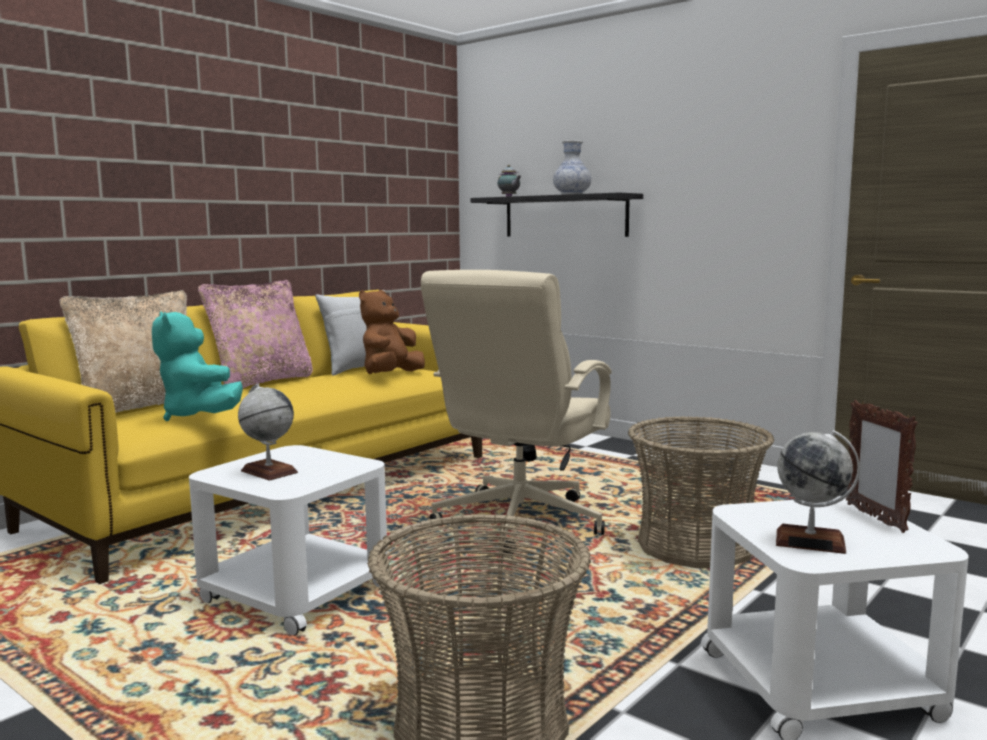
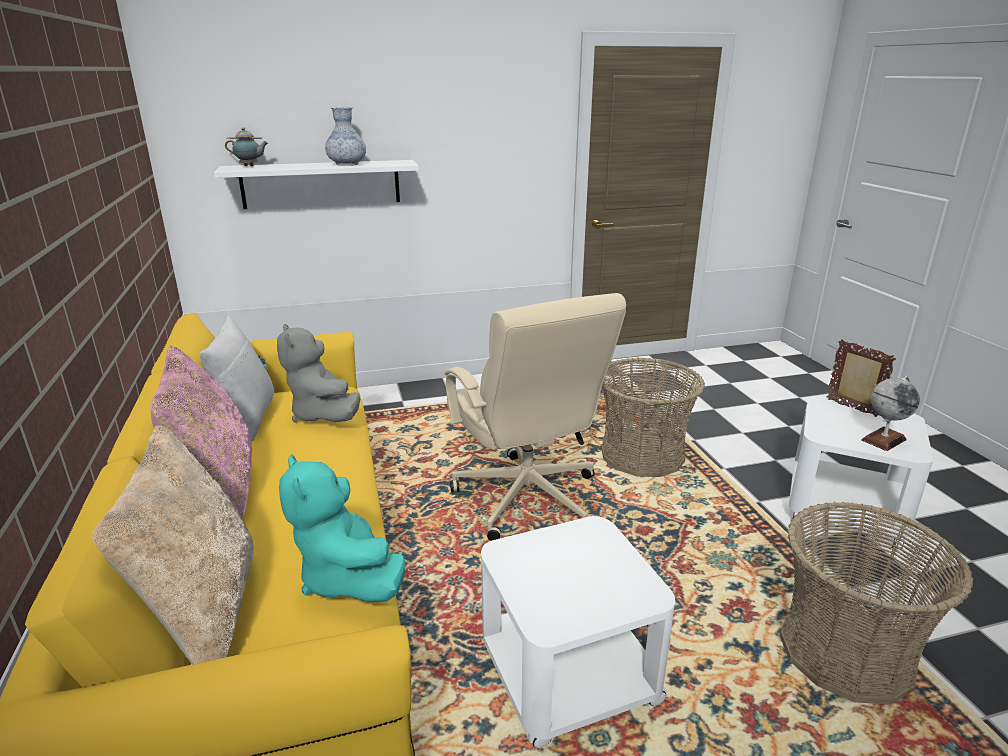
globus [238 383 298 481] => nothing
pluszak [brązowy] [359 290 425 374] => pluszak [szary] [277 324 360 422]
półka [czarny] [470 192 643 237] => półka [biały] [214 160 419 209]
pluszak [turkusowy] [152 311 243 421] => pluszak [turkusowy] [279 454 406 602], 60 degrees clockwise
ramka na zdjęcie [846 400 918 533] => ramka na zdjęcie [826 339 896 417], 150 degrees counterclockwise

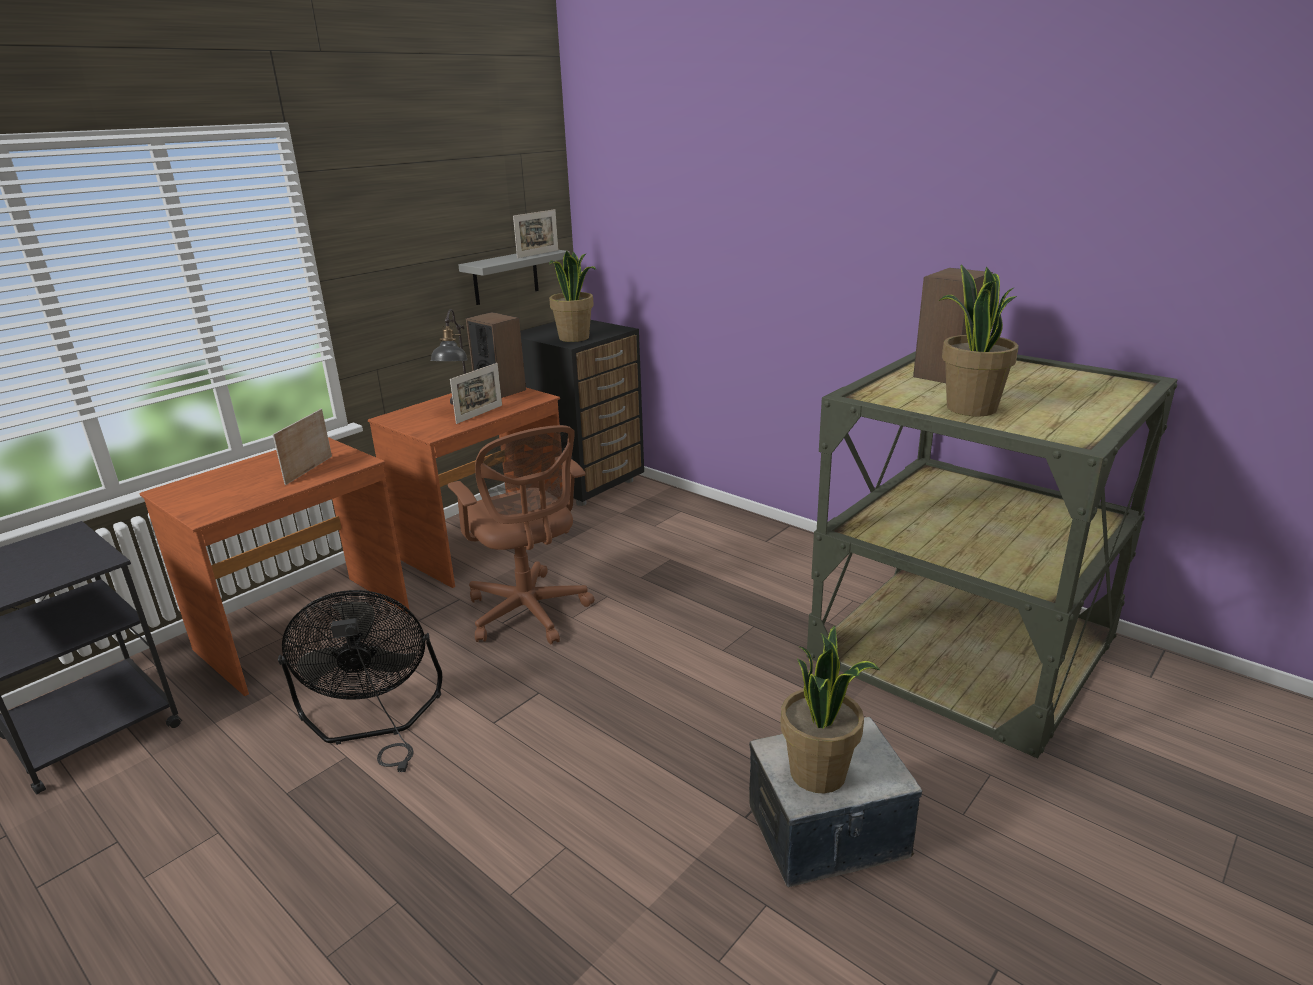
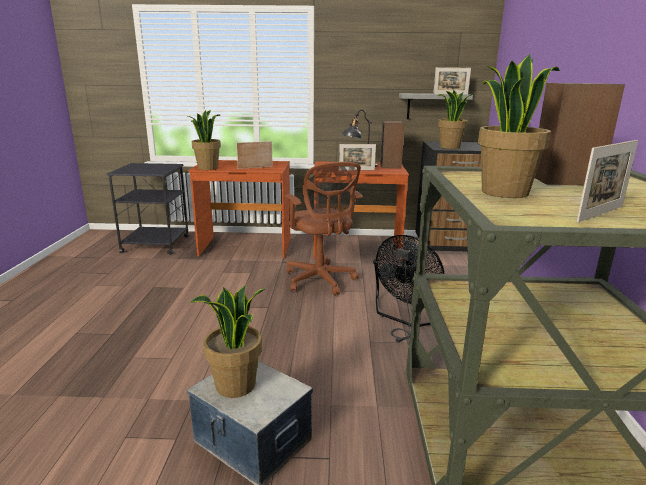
nothing => roślina doniczkowa [188 110 221 170]
nothing => ramka na zdjęcie [576 140 638 223]
wentylator [czarny] [278 590 442 772] => wentylator [czarny] [373 235 444 343], move
krzesło biurowe [brązowy] [448 425 595 645] => krzesło biurowe [brązowy] [285 162 363 296], 45 degrees counterclockwise

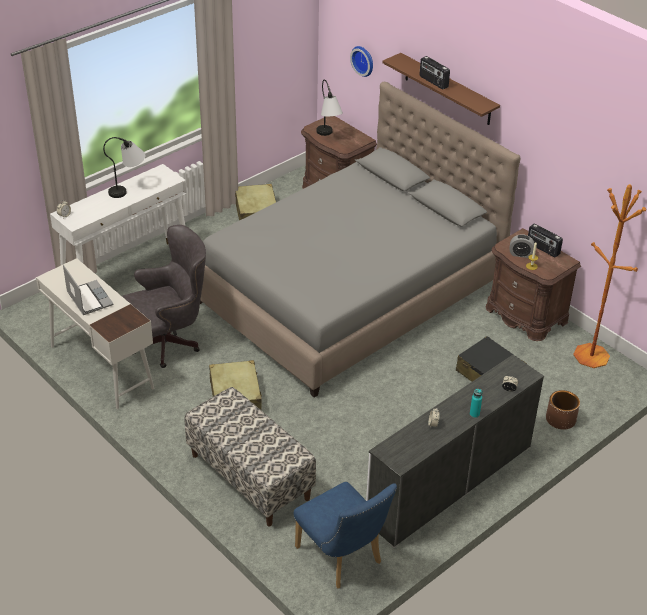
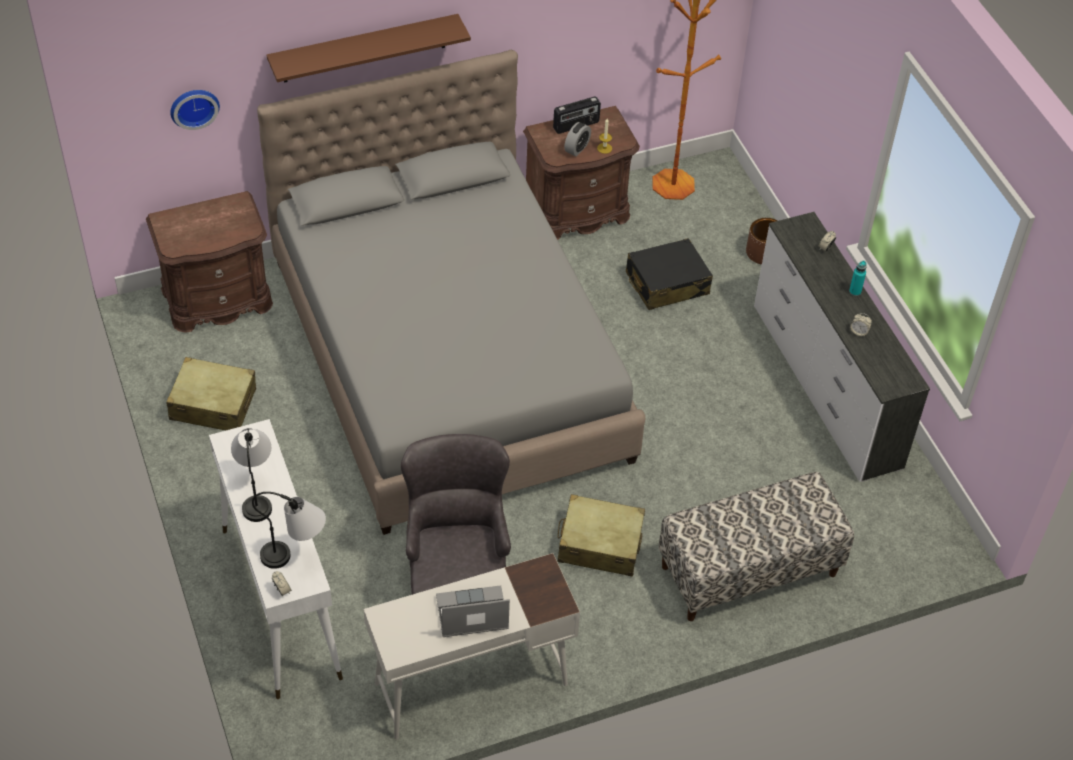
krzesło [niebieski] [294 482 397 589] => nothing
radio [419 56 450 90] => nothing
lampa stołowa [317 80 343 136] => lampa stołowa [252 492 326 569], move

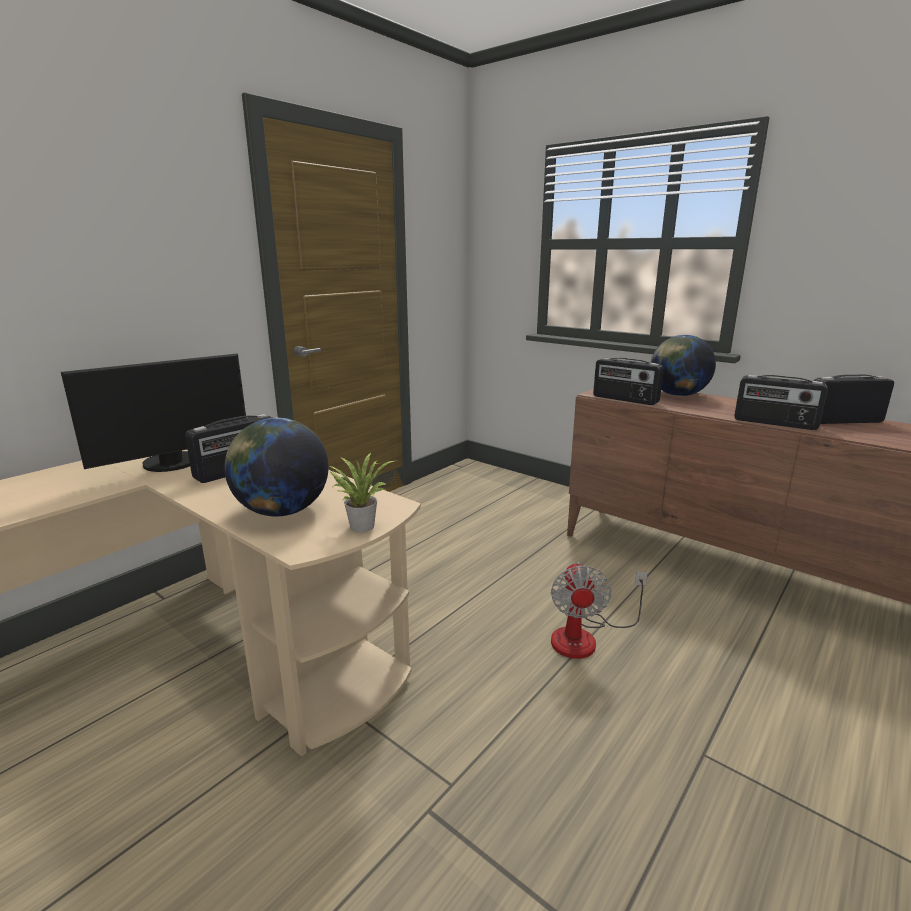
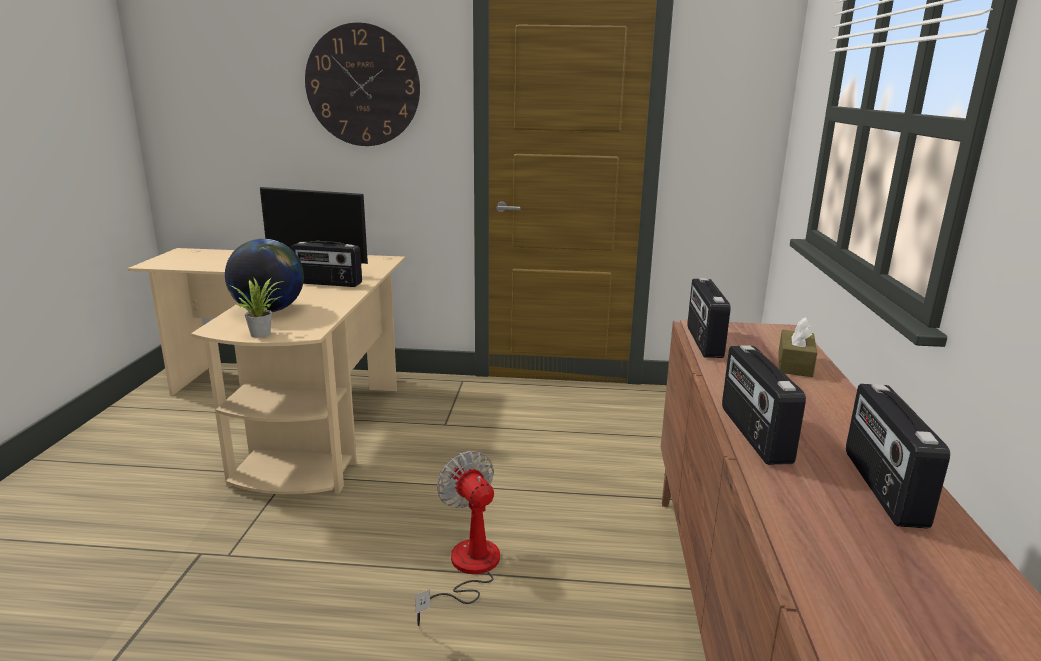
nothing => zegar ścienny [305 22 420 146]
globus [650 335 716 396] => pudełko chusteczek [brązowy] [778 317 817 377]
wentylator [551 562 648 659] => wentylator [415 451 500 626], 90 degrees clockwise
radio [813 375 894 424] => radio [846 384 950 529], 135 degrees counterclockwise

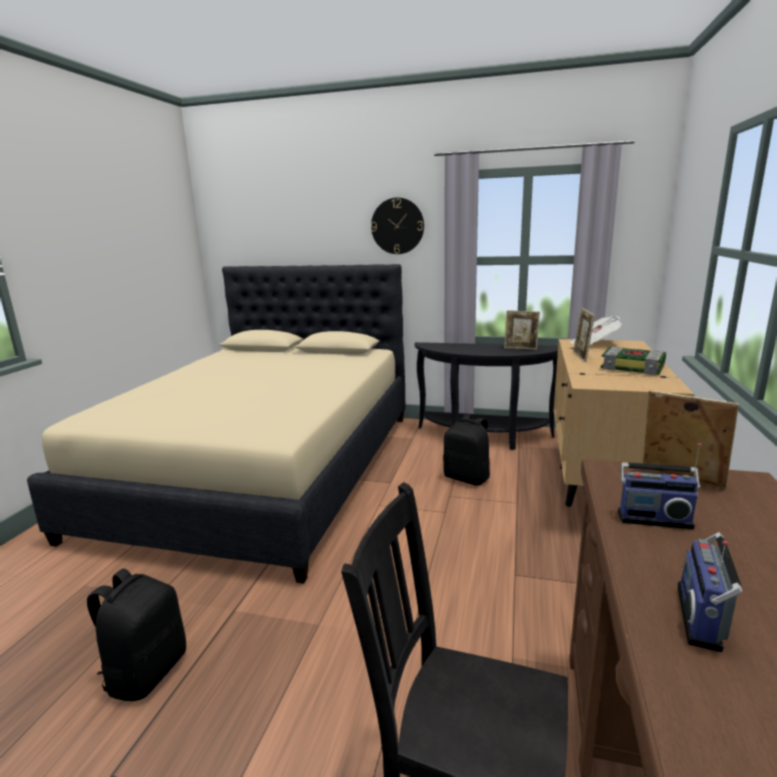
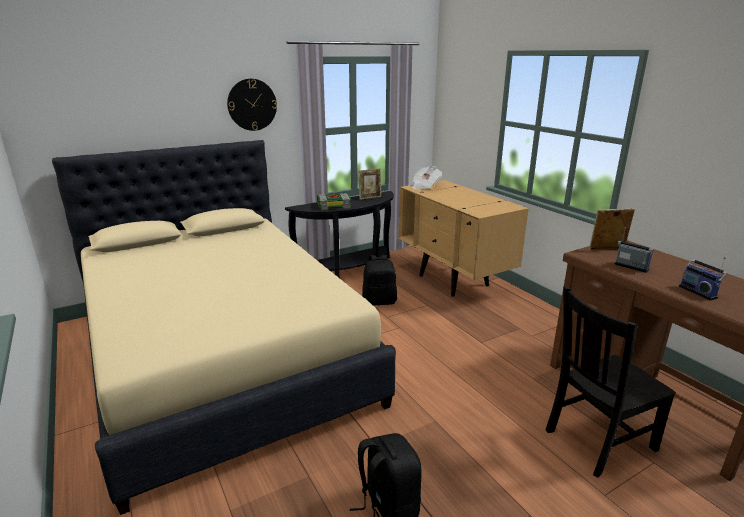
ramka na zdjęcie [573 308 595 362] => nothing
książka [601 346 666 375] => książka [317 193 351 210], move
radio [618 443 701 529] => radio [615 227 654 273], 105 degrees counterclockwise

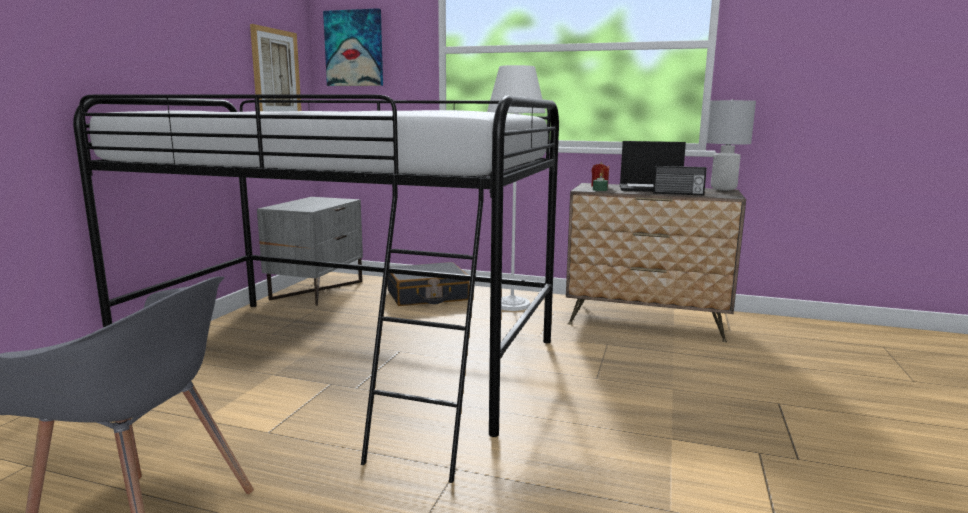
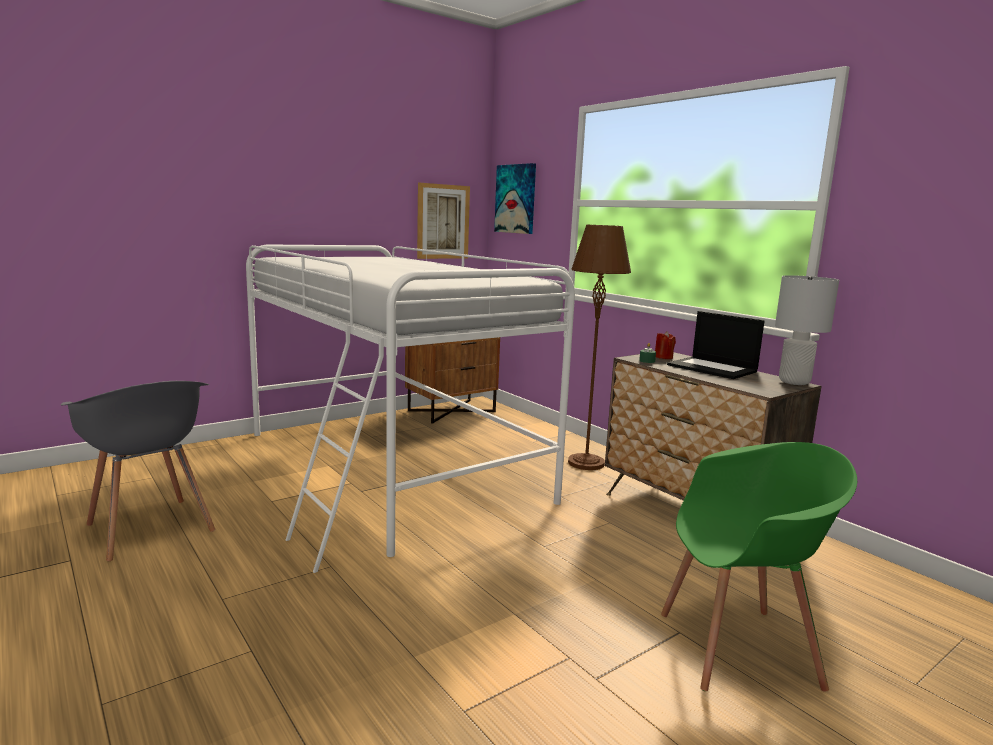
walizka [czarny] [387 262 470 306] => nothing
radio [653 166 707 195] => nothing
nothing => krzesło [zielony] [661 442 857 692]
łóżko [czarny] [73 94 559 483] => łóżko [biały] [246 245 575 573]
szafka nocna [szary] [257 197 363 306] => szafka nocna [brązowy] [405 337 500 424]
lampa stojąca [biały] [487 65 545 311] => lampa stojąca [brązowy] [568 225 631 470]

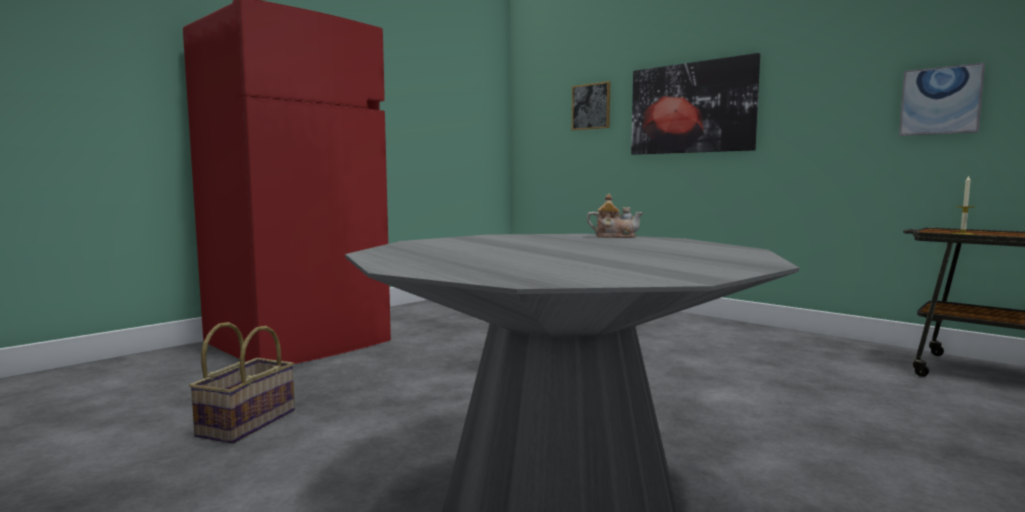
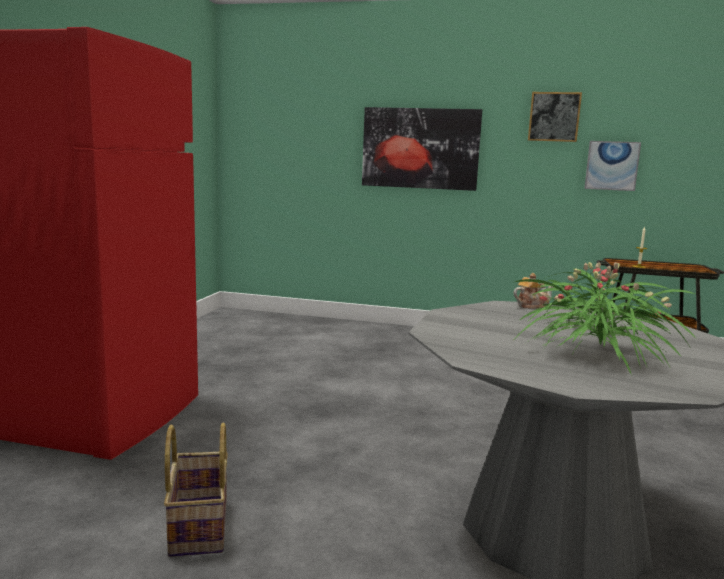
nothing => roślina doniczkowa [515 262 696 374]
obraz [572 81 610 131] => obraz [528 92 582 142], move

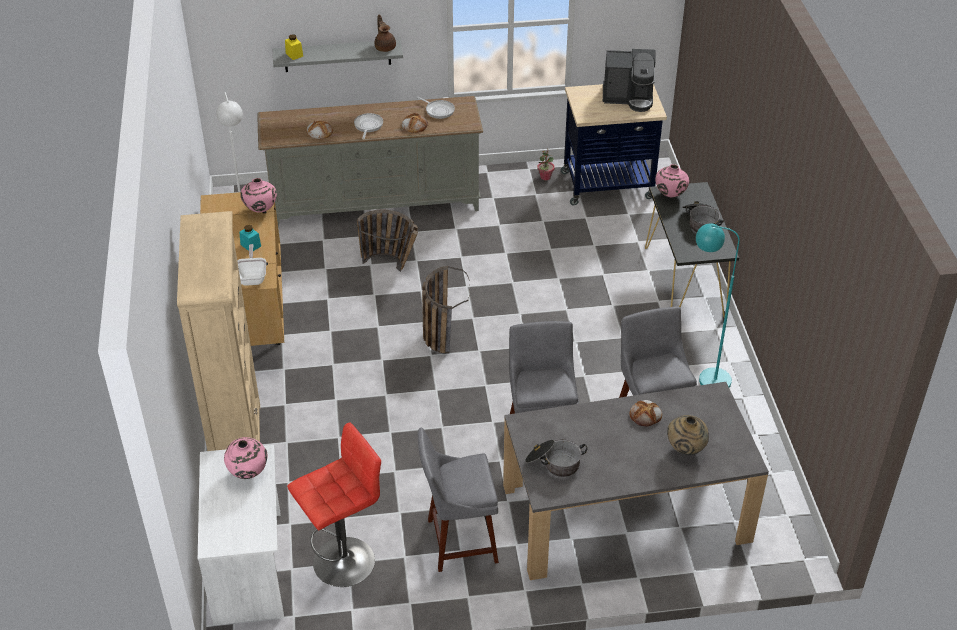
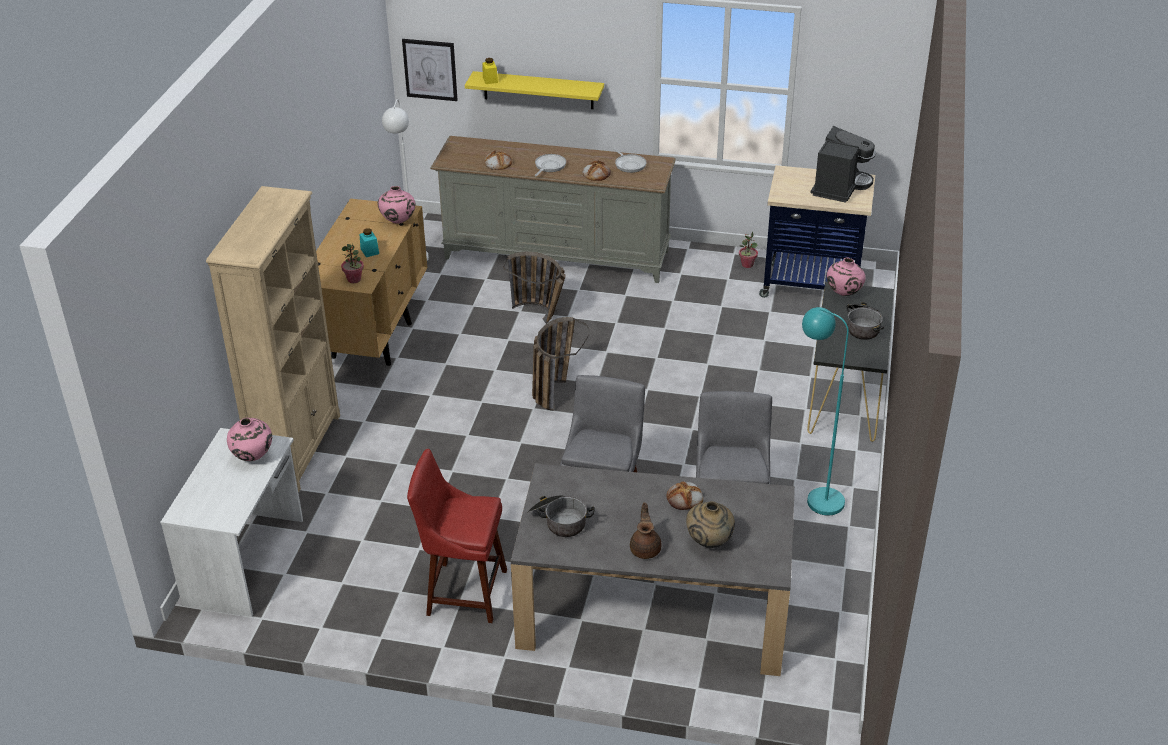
stołek [czerwony] [287 422 381 587] => nothing
nothing => obraz [402 39 458 101]
imbryk [brązowy] [375 14 396 52] => imbryk [brązowy] [630 503 661 559], move
patelnia [237 244 266 286] => roślina doniczkowa [341 243 364 283]
półka [szary] [273 40 403 72] => półka [żółty] [465 71 604 109]
krzesło [szary] [418 428 499 572] => krzesło [czerwony] [407 449 507 623]
ekspres do kawy [603 49 655 112] => ekspres do kawy [810 126 876 203], 90 degrees counterclockwise

